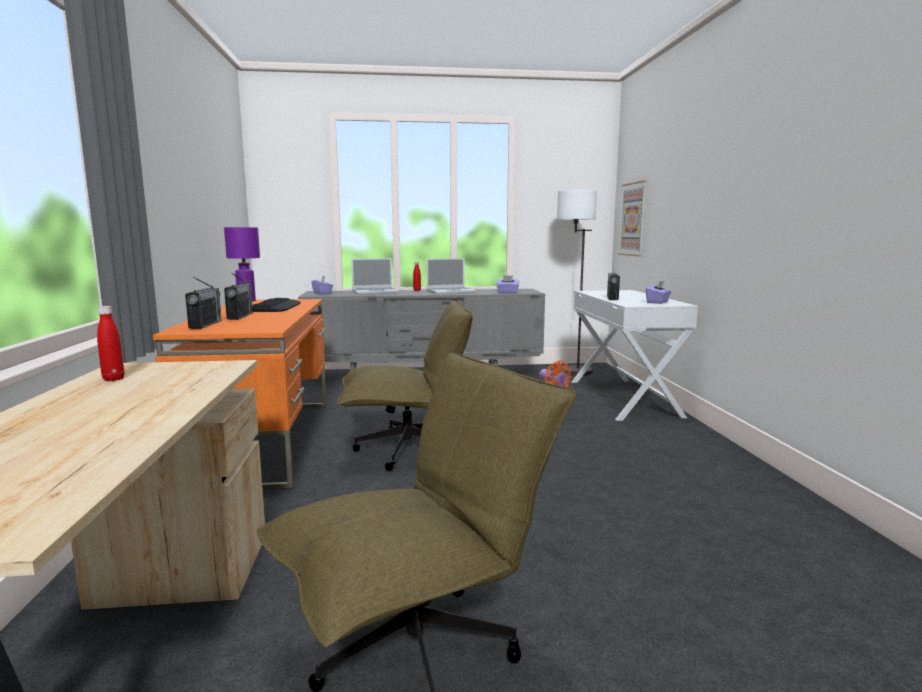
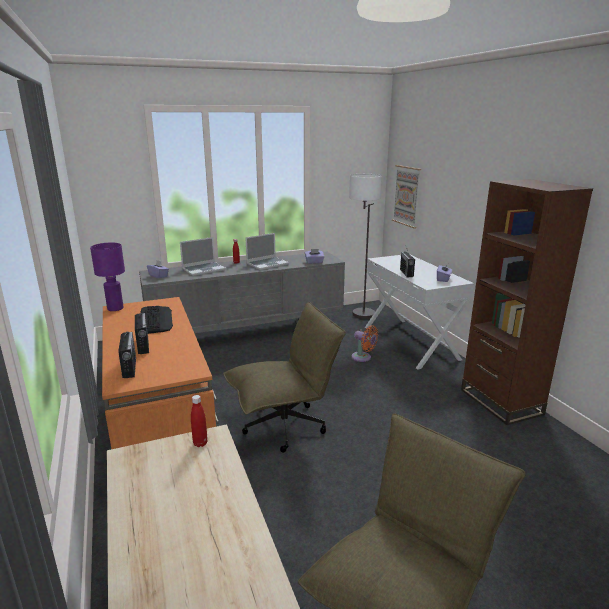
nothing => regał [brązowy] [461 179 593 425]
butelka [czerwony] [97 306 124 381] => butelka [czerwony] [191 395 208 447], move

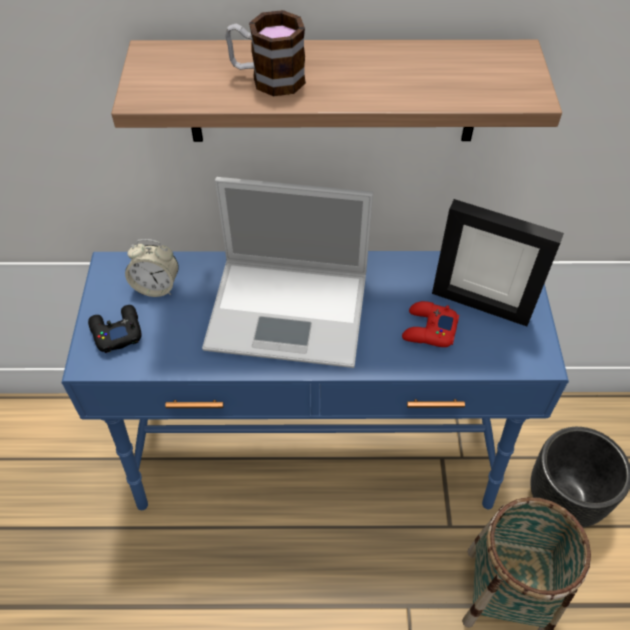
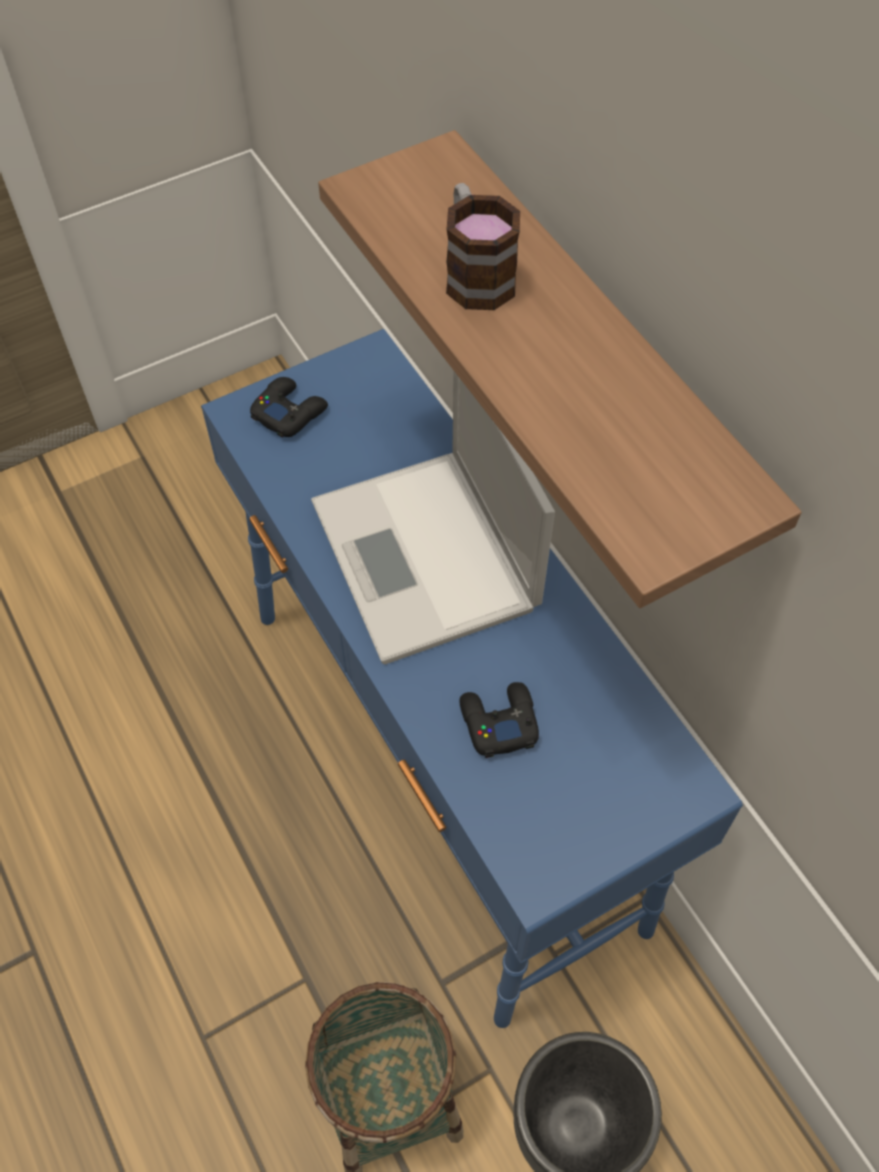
budzik [125 239 179 297] => nothing
ramka na zdjęcie [432 199 564 326] => nothing
pad do gier [czerwony] [402 301 459 347] => pad do gier [czarny] [459 682 539 758]

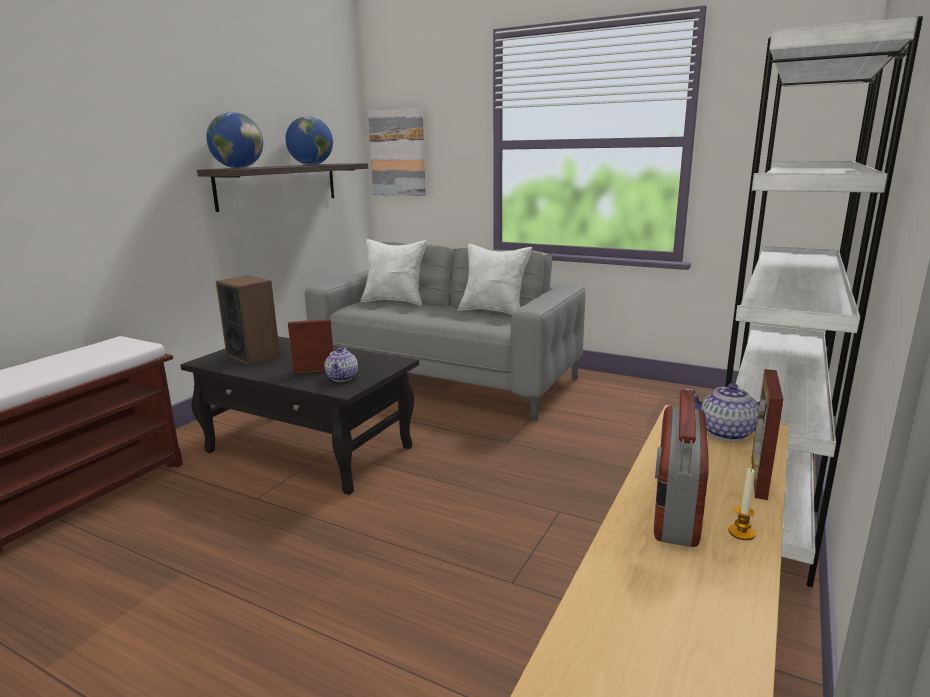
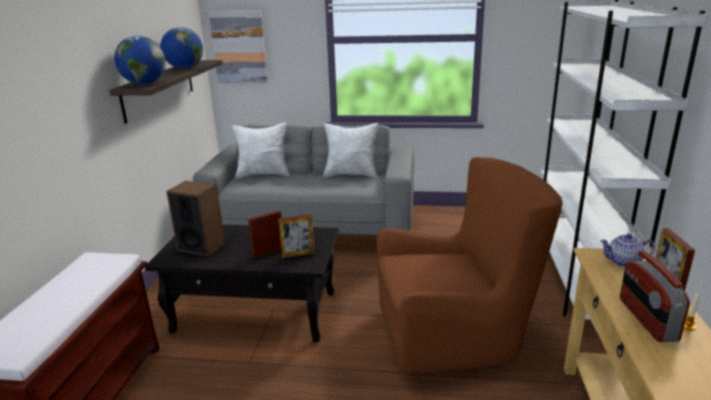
nothing => fotel [brązowy] [377 157 563 374]
imbryk [324 347 358 382] => ramka na zdjęcie [278 214 315 258]

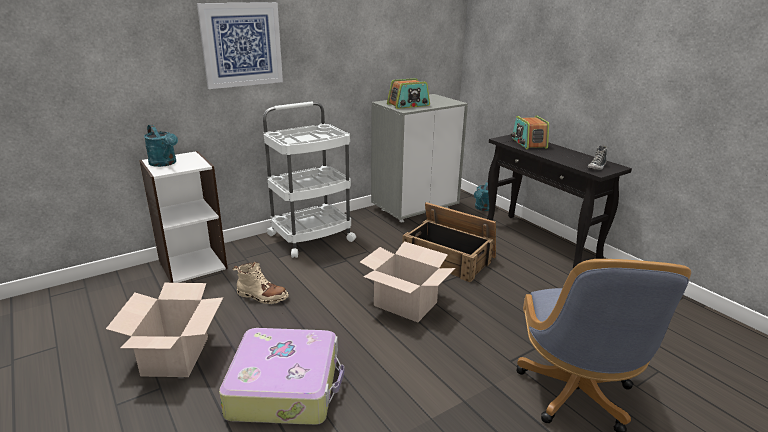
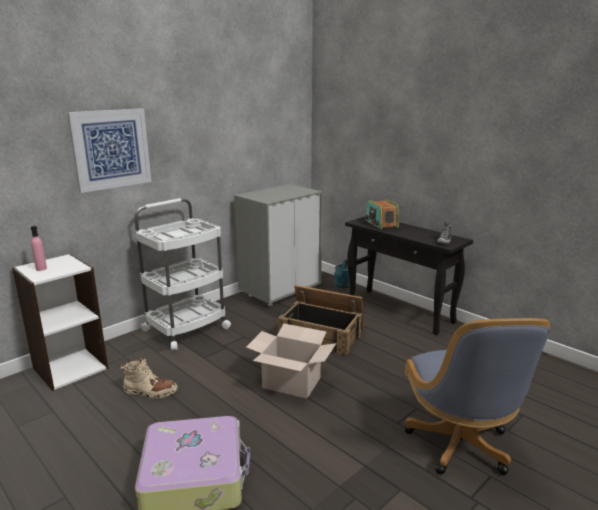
karton [106 283 223 377] => nothing
radio [387 78 430 109] => nothing
konewka [turkusowy] [144 124 178 167] => butelka [różowy] [31 226 47 271]

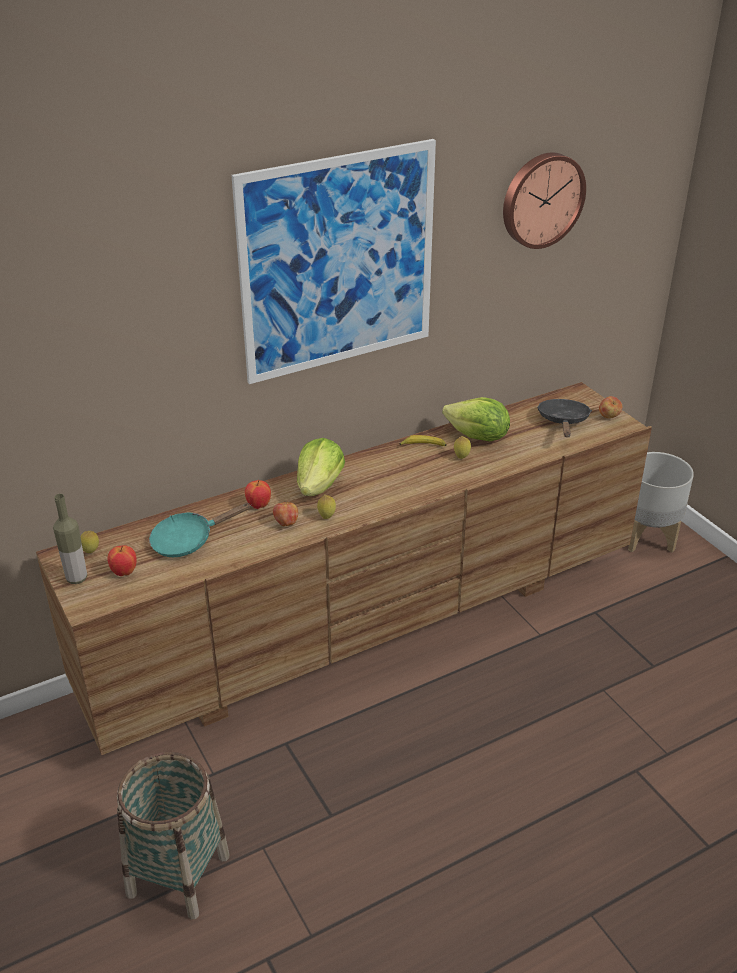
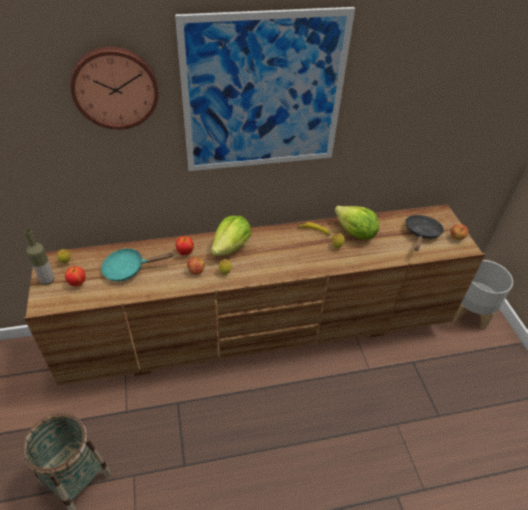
zegar ścienny [503 153 586 249] => zegar ścienny [71 47 158 130], move

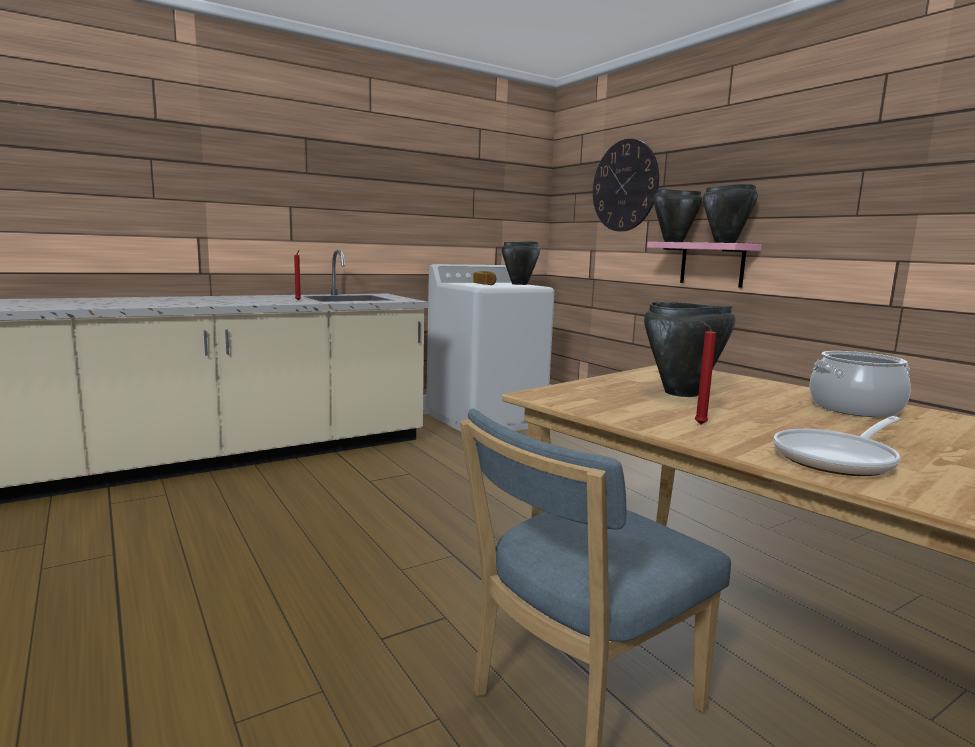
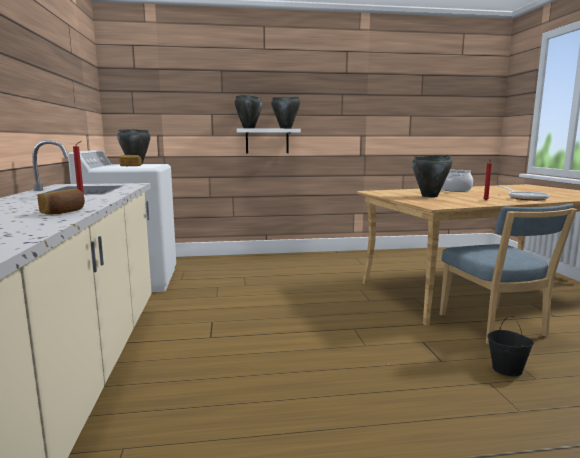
zegar ścienny [593 139 659 231] => nothing
nothing => chleb [37 189 85 215]
nothing => wiadro [czarny] [487 316 534 376]
półka [różowy] [647 242 762 288] => półka [biały] [237 128 301 154]

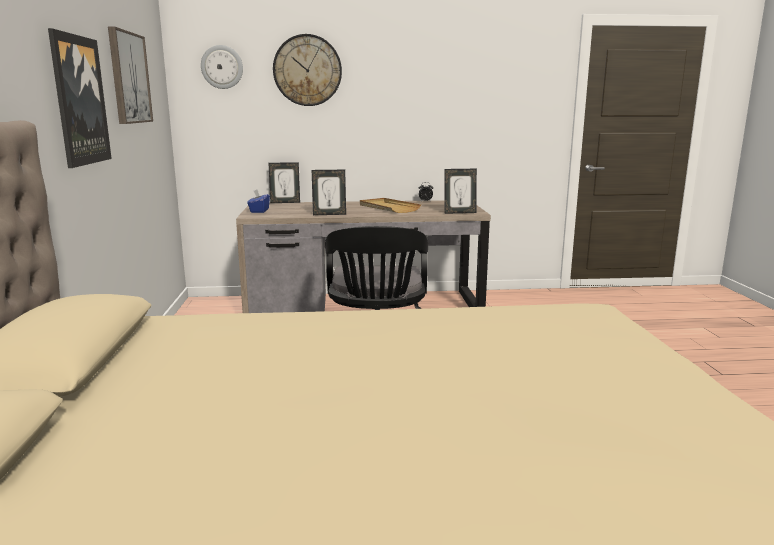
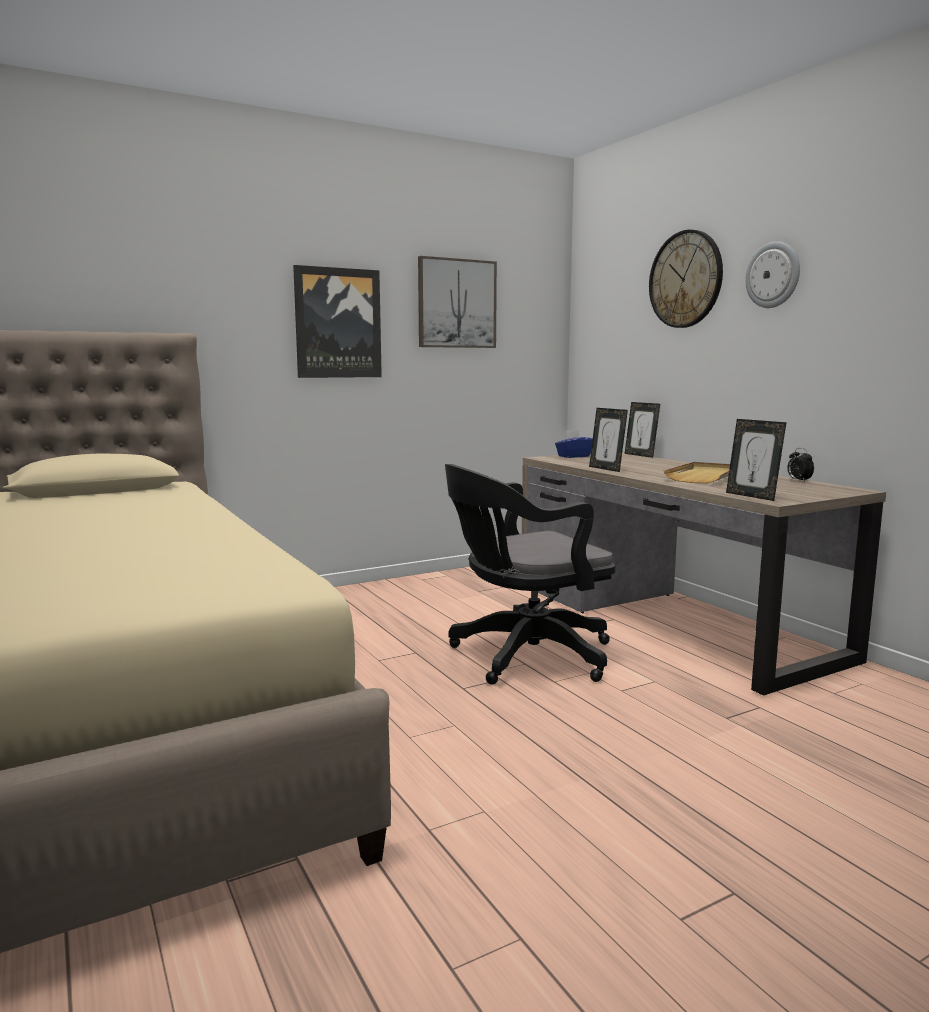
zegar ścienny [201 45 243 89] => zegar ścienny [745 241 800 308], move

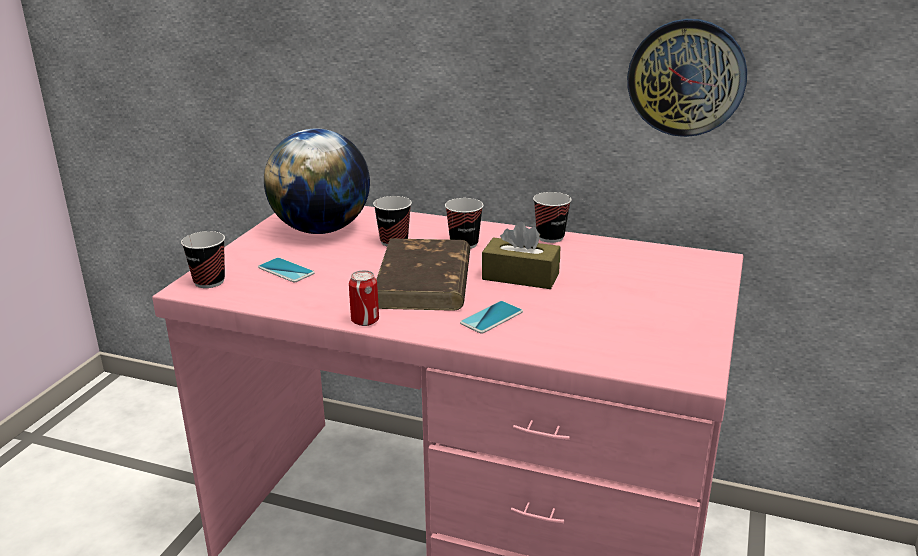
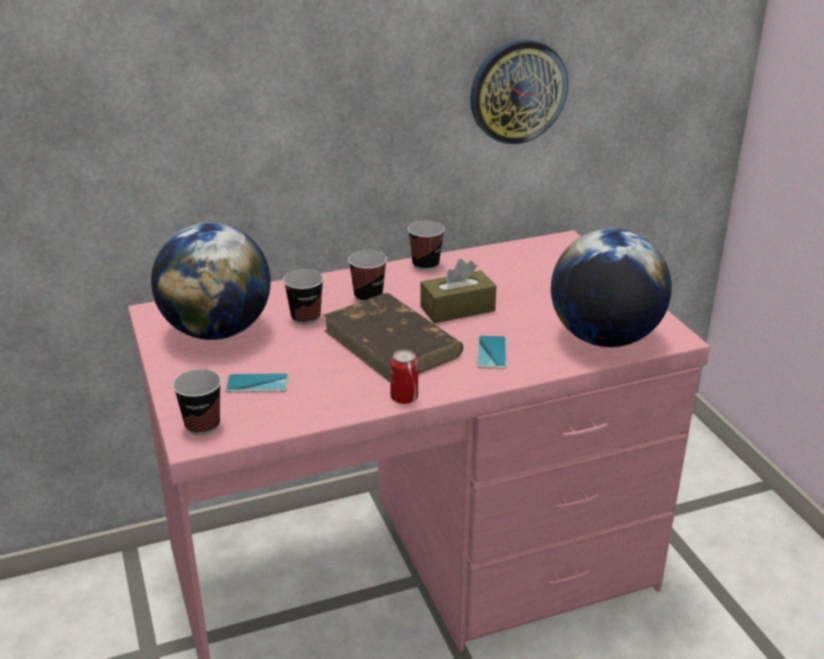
nothing => globus [551 229 672 347]

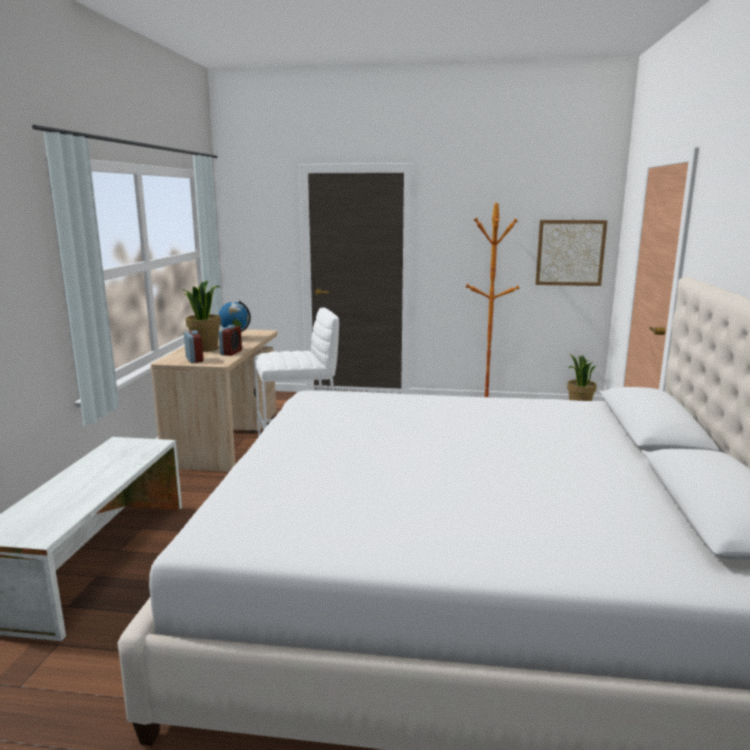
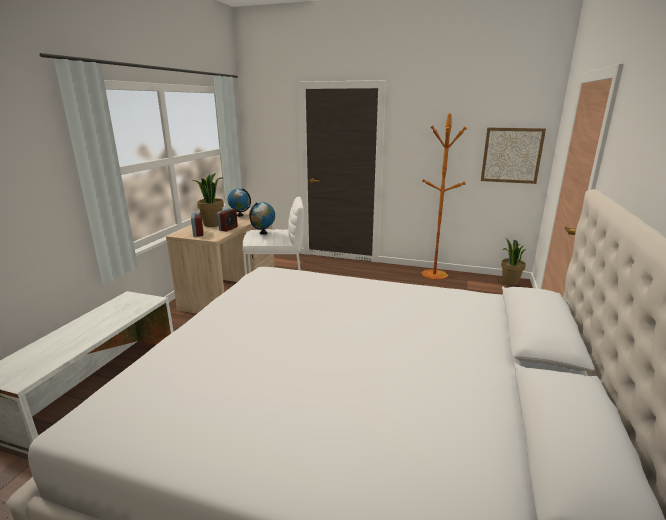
nothing => globus [249 202 275 235]

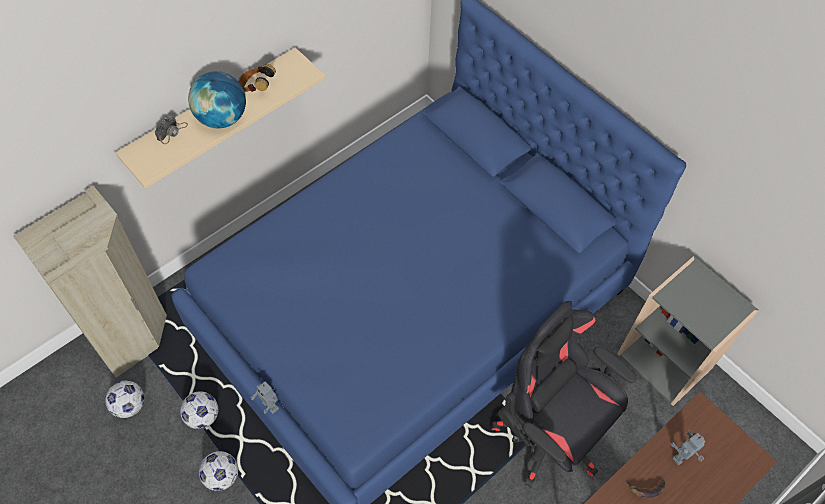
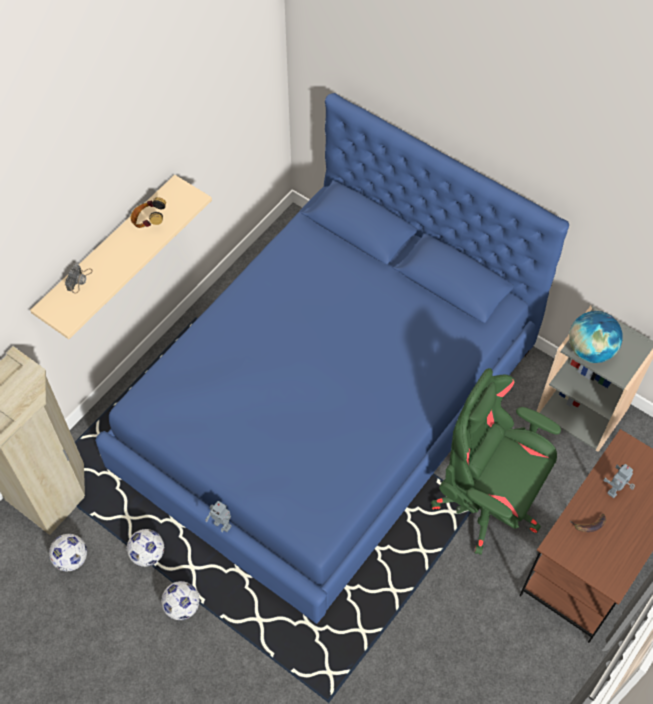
globus [188 71 246 129] => globus [569 311 623 363], move
krzesło biurowe [czarny] [491 301 637 487] => krzesło biurowe [zielony] [431 368 561 555]

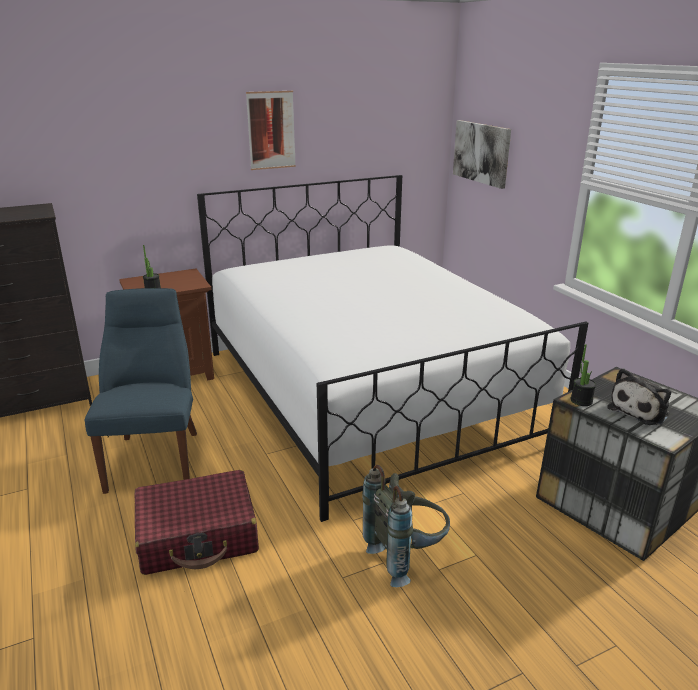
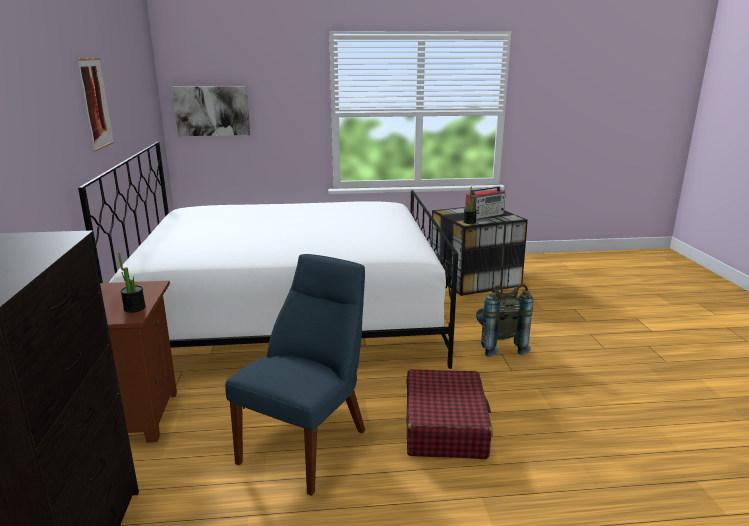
pluszak [607 368 671 425] => radio [465 186 506 219]
krzesło [niebieski] [85 288 197 494] => krzesło [niebieski] [225 254 365 496], 105 degrees clockwise

